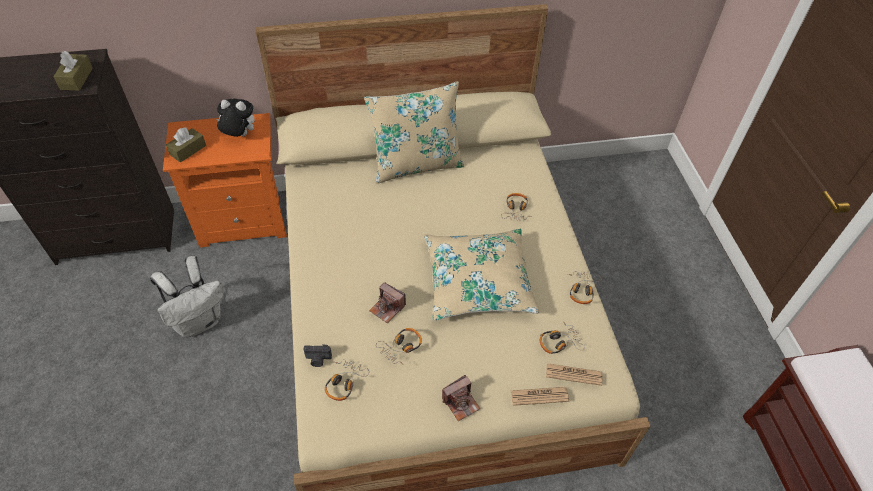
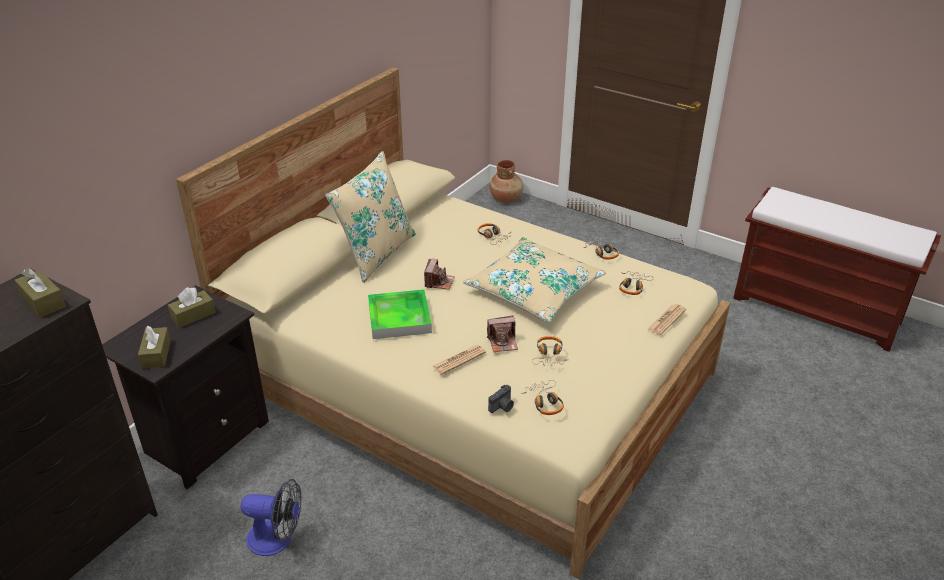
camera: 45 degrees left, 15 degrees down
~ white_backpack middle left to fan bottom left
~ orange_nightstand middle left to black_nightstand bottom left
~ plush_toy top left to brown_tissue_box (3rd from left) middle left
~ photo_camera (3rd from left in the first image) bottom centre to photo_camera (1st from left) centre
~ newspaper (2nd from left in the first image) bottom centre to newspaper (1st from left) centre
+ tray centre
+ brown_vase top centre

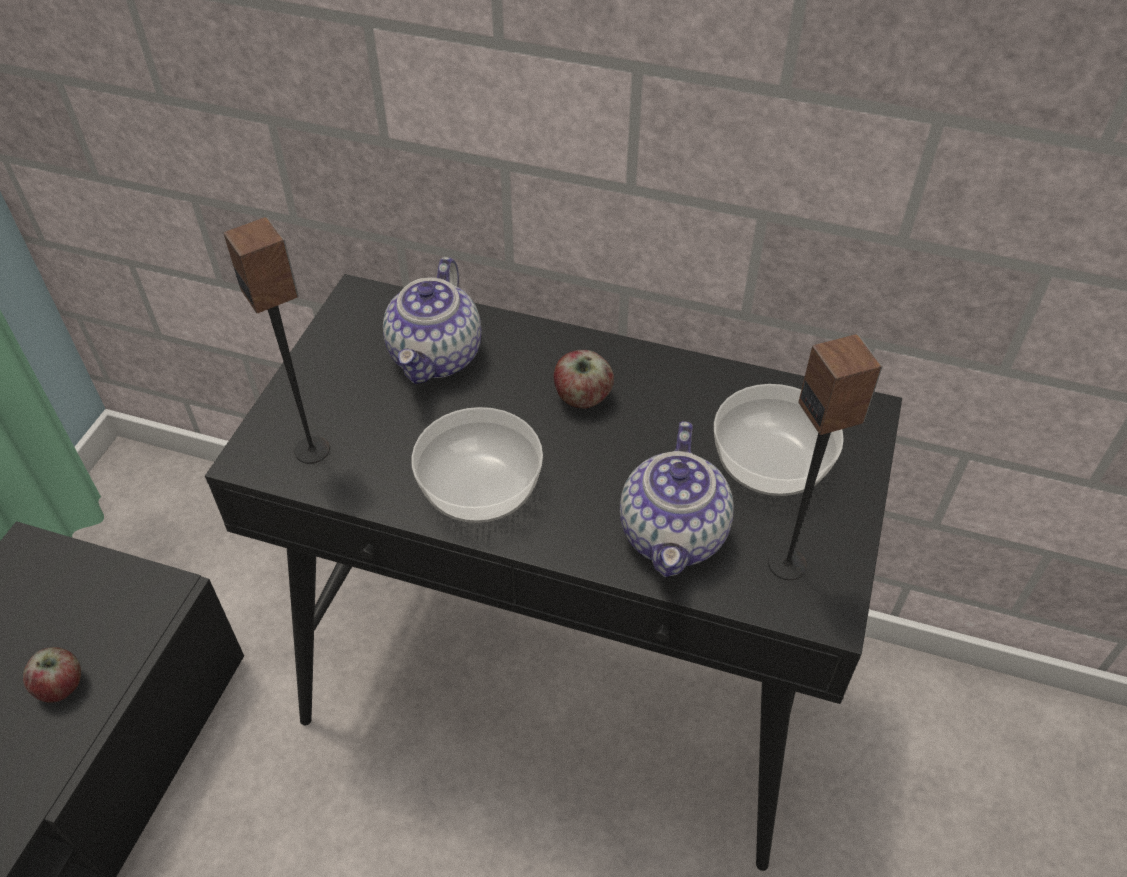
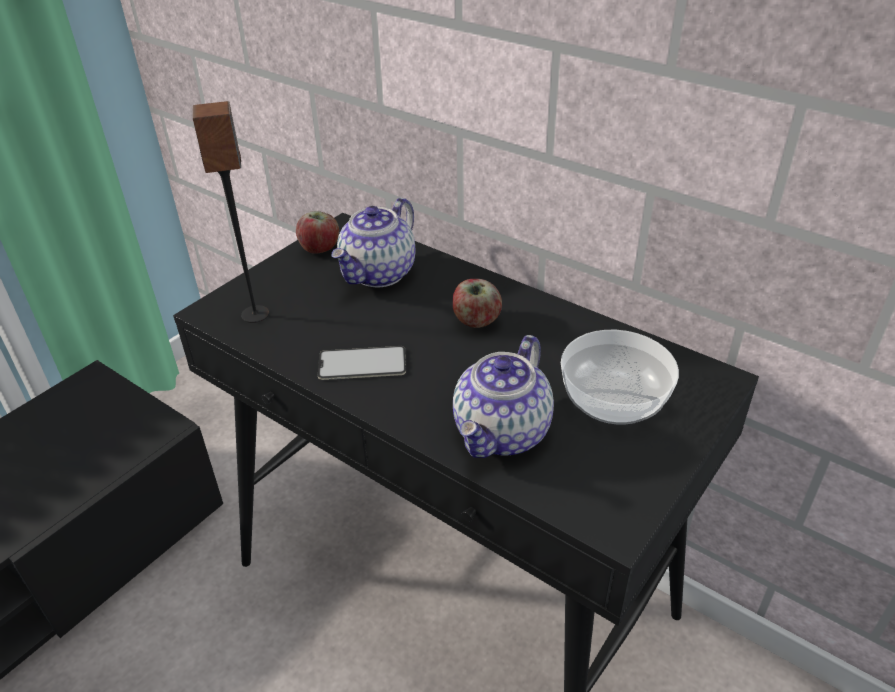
camera: 20 degrees right, 10 degrees down
~ apple (1st from left) bottom left to centre
~ bowl (1st from left) centre to phone centre
- speaker (2nd from left) middle right

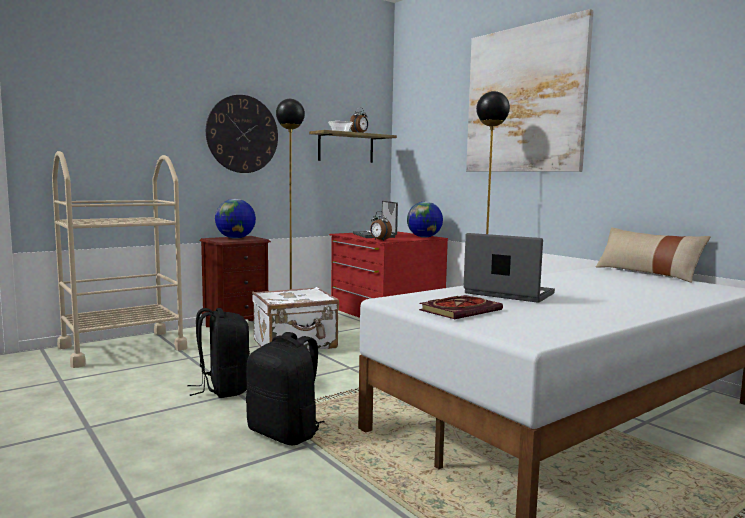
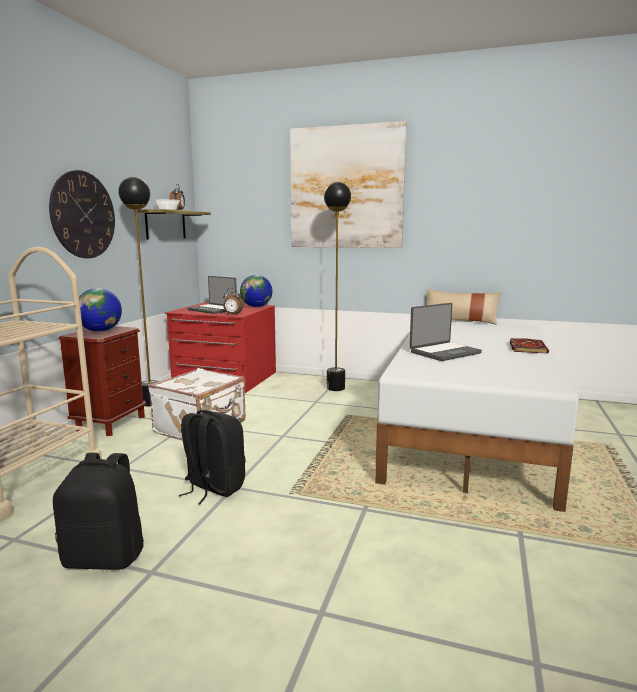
camera: 35 degrees left, 5 degrees up
~ black_backpack (2nd from left in the first image) bottom centre to black_backpack (1st from left) bottom left
~ book centre to middle right
~ laptop (2nd from left) middle right = middle right 150 degrees clockwise

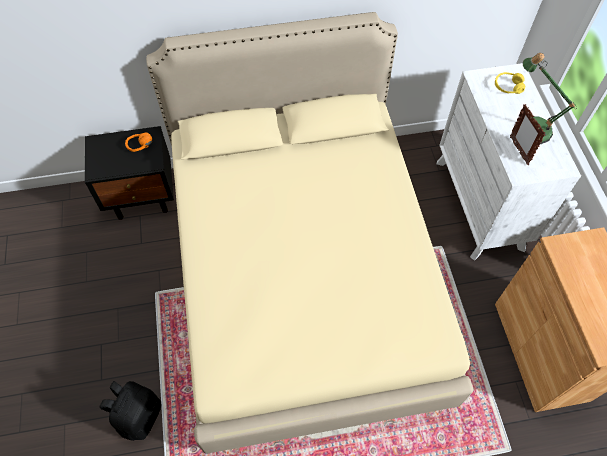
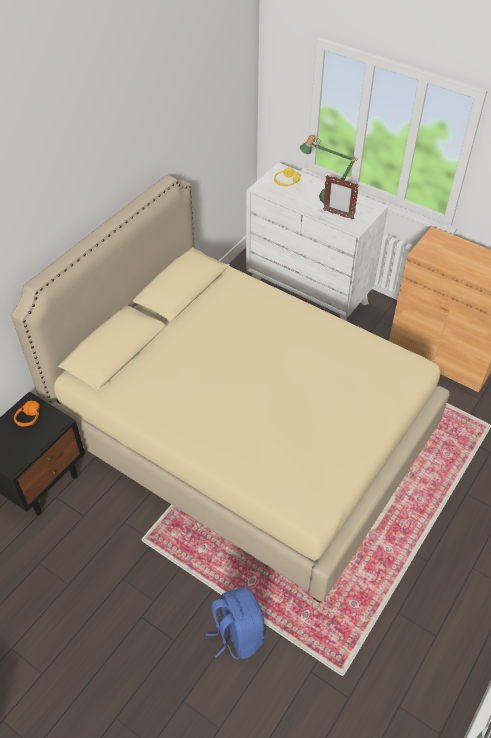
camera: 45 degrees left, 10 degrees down
~ black_backpack bottom left to blue_backpack bottom centre

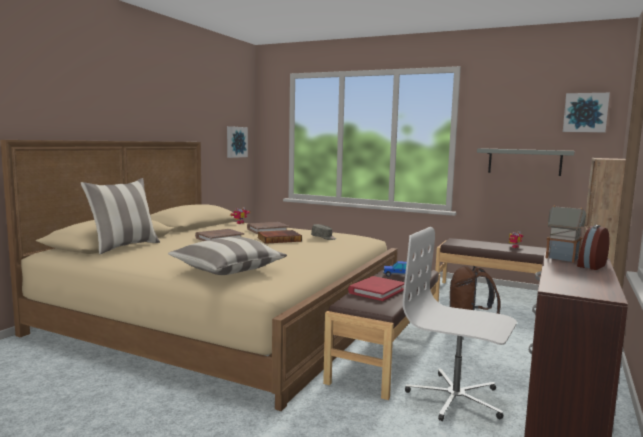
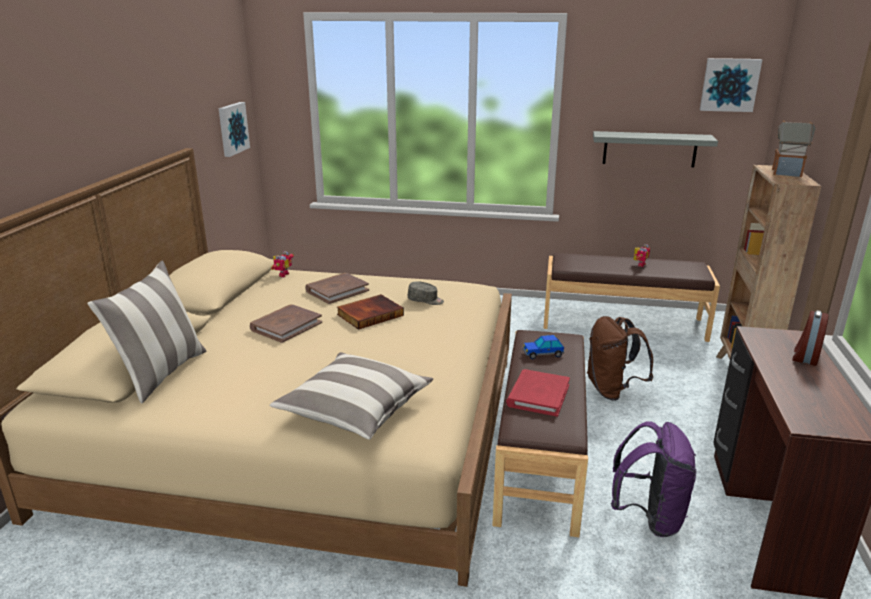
camera: 15 degrees left, 15 degrees up
~ white_office_chair bottom right to purple_backpack bottom right
~ toy_house middle right to top right

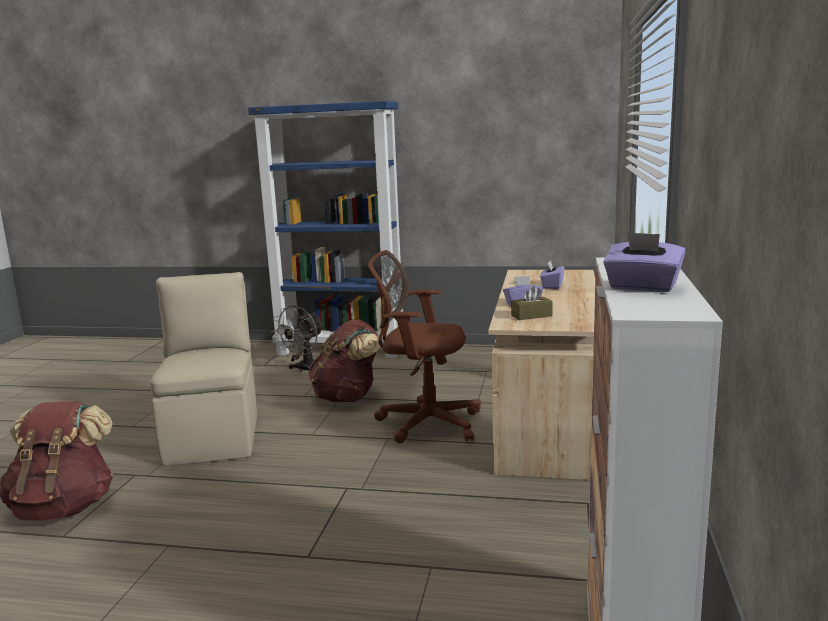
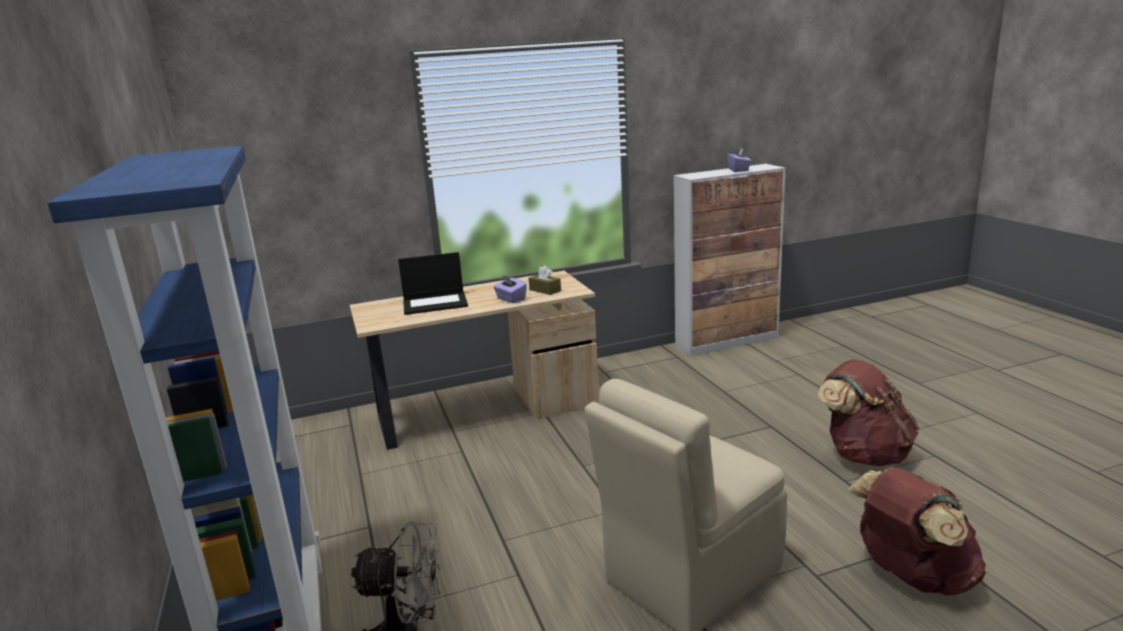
camera: 120 degrees left, 5 degrees up
~ brown_backpack (2nd from left in the first image) centre to brown_backpack (1st from left) middle right
- brown_office_chair centre
~ purple_tissue_box (2nd from left) middle right to laptop centre

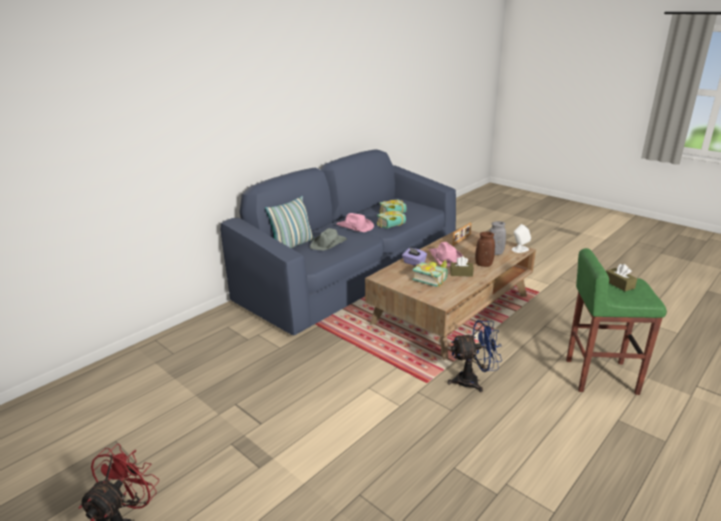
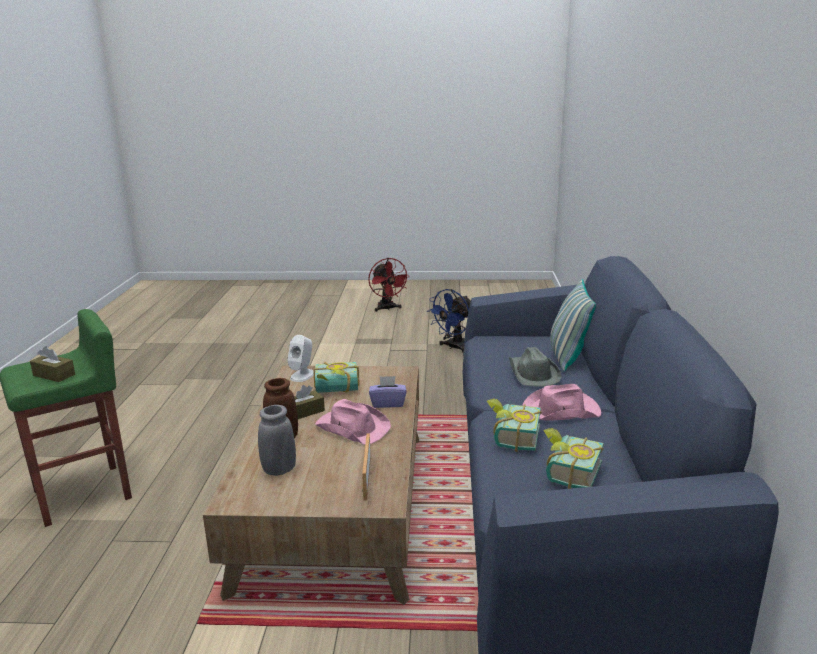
camera: 140 degrees right, 5 degrees down
~ blue_fan bottom centre to centre
~ white_speaker middle right to centre

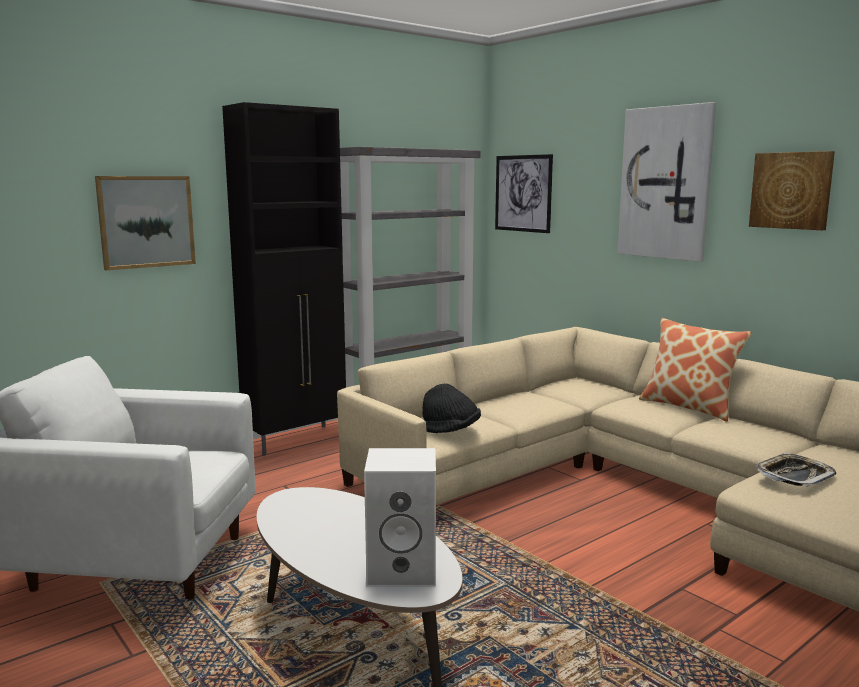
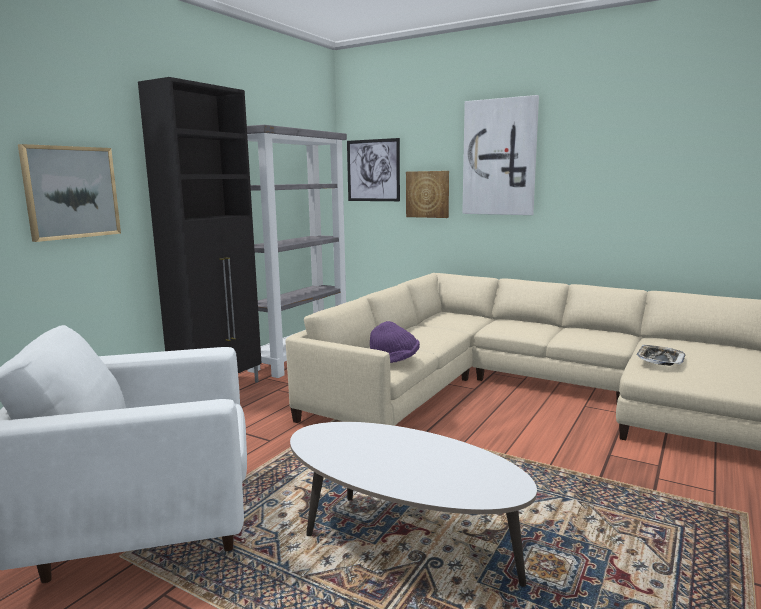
camera: 20 degrees left, 0 degrees up
- white_speaker bottom centre
~ black_hat centre to purple_hat centre
- pillow middle right
~ picture (4th from left in the first image) top right to picture (3rd from left) top centre

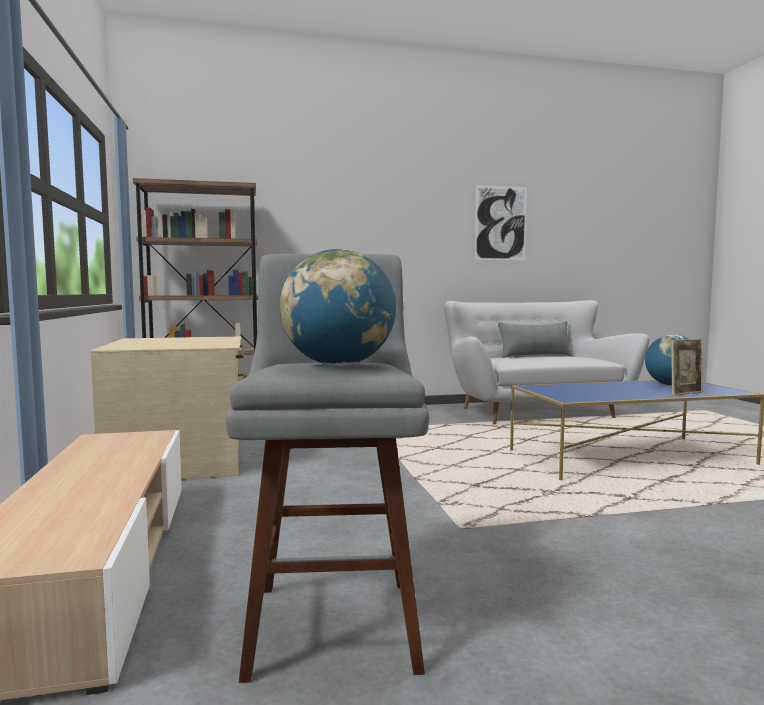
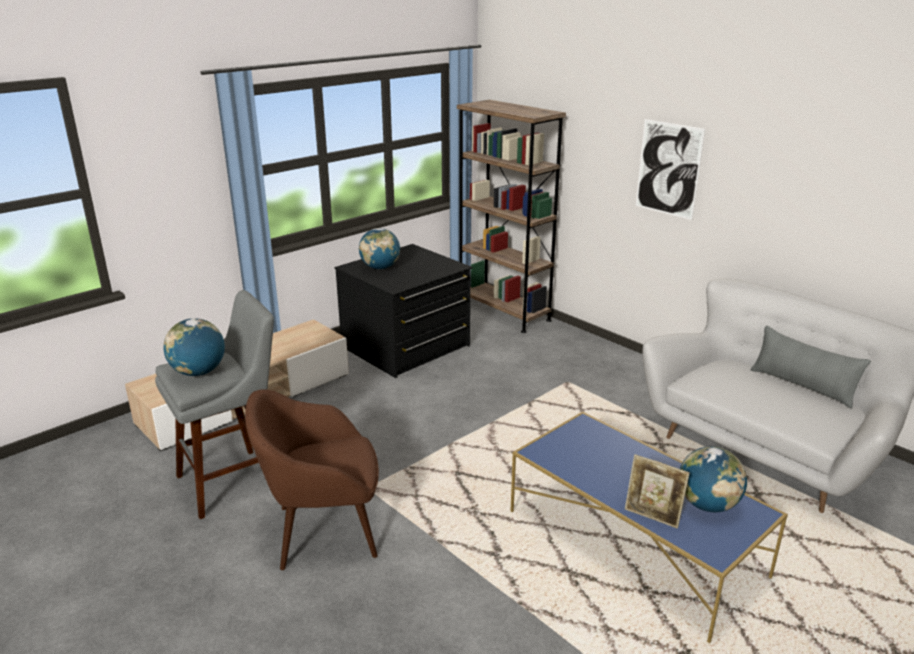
camera: 60 degrees right, 20 degrees up
~ beige_dresser middle left to black_dresser centre
~ picture top centre to top right
+ brown_armchair bottom centre
+ globe (2nd from left) centre

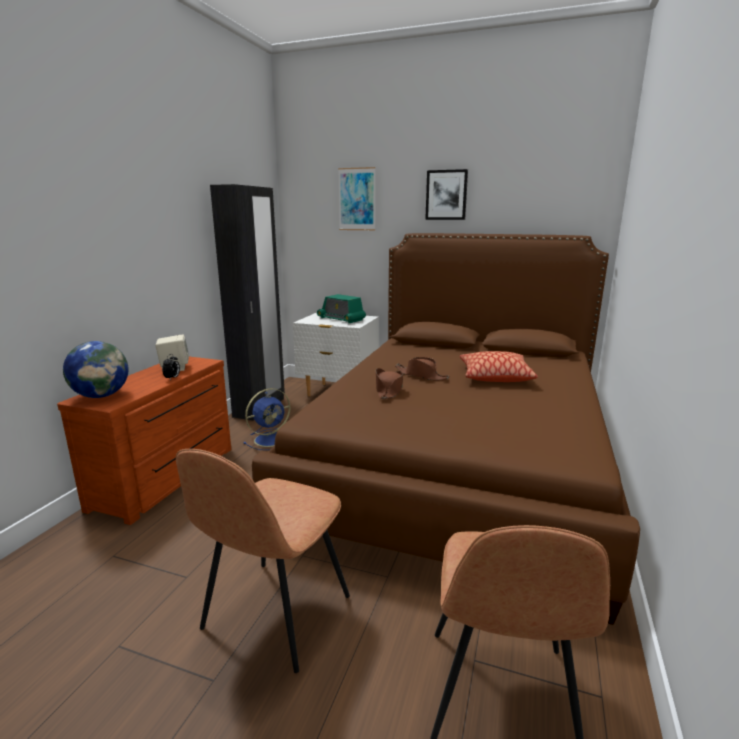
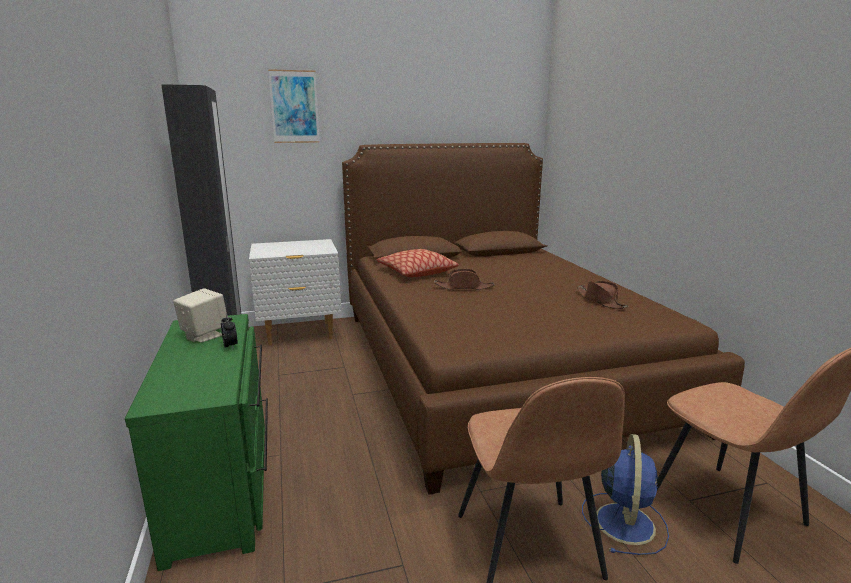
camera: 35 degrees left, 0 degrees up
~ brown_dresser middle left to green_dresser bottom left
- globe middle left
~ blue_fan centre to bottom right
- radio centre
~ brown_hat (1st from left in the first image) centre to brown_hat (2nd from left) middle right
- picture (2nd from left) top centre
~ pillow middle right to centre

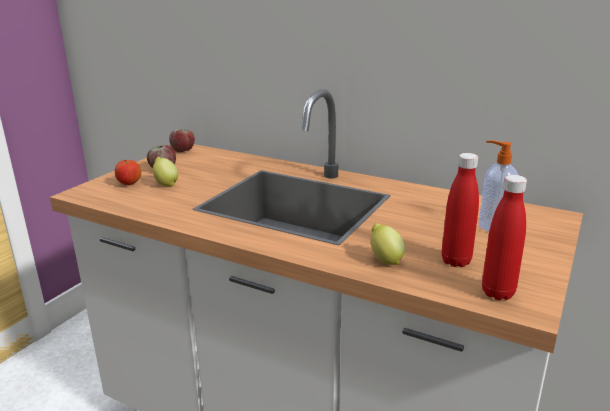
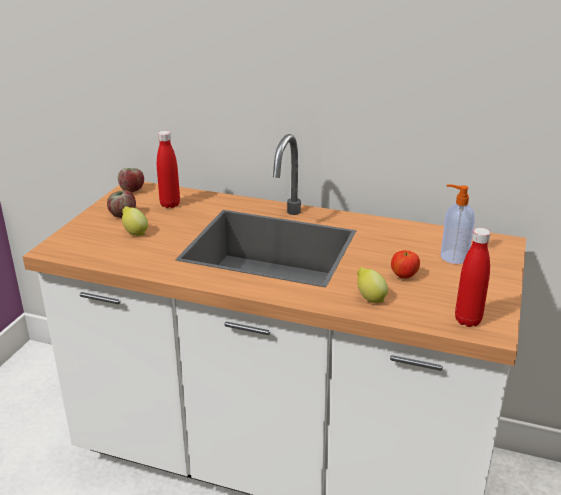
camera: 10 degrees left, 5 degrees up
~ apple (1st from left in the first image) middle left to apple (3rd from left) middle right
~ red_bottle (1st from left) middle right to middle left

